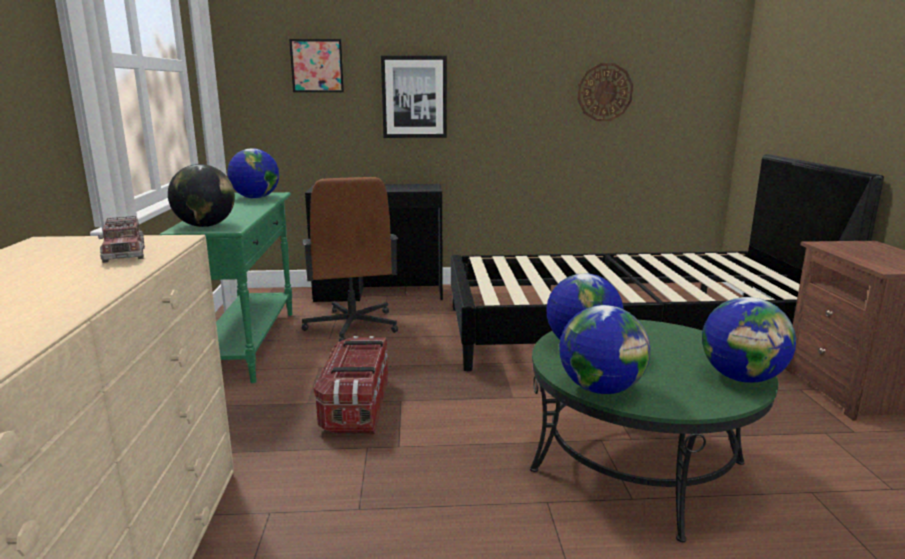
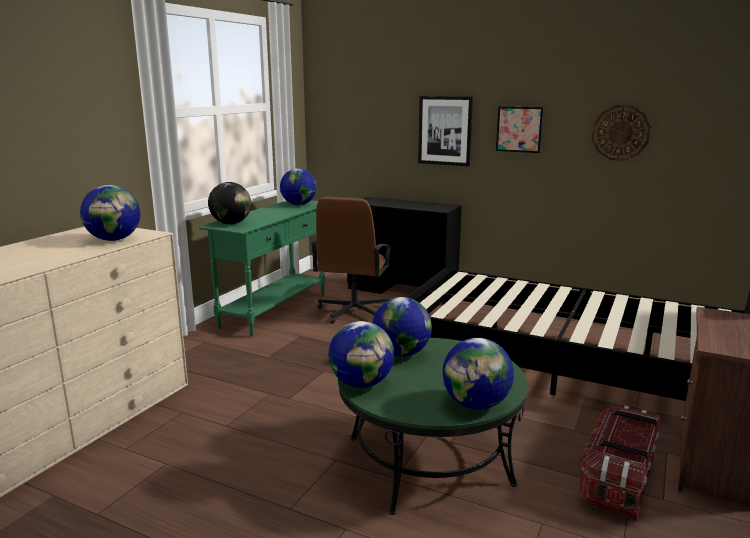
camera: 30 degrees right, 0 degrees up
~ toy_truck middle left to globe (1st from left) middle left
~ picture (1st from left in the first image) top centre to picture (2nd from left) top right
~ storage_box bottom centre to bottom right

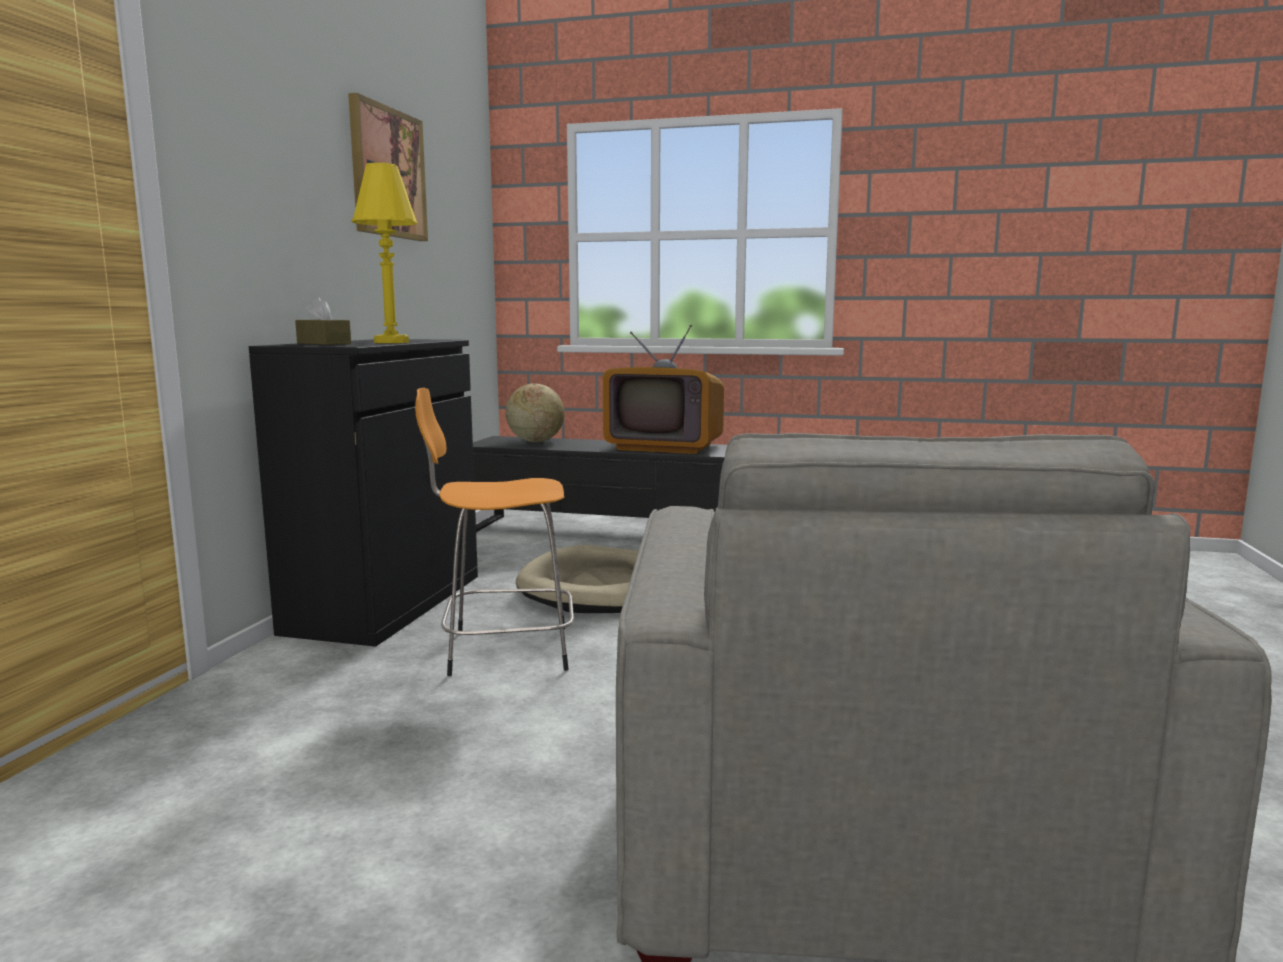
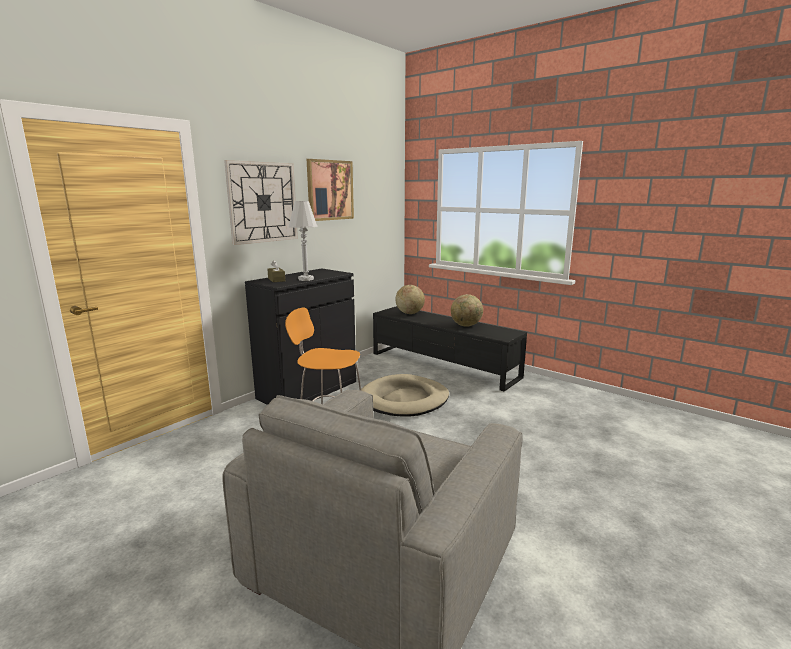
camera: 25 degrees right, 5 degrees up
~ yellow_table_lamp top left to white_table_lamp centre
~ television centre to globe (2nd from left) centre
+ wall_clock top left

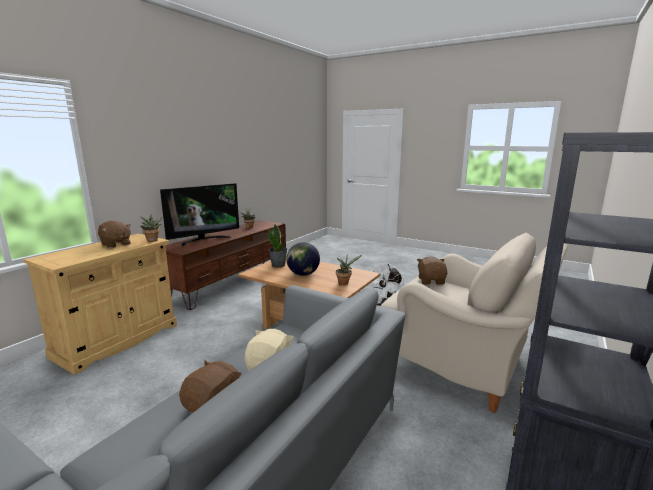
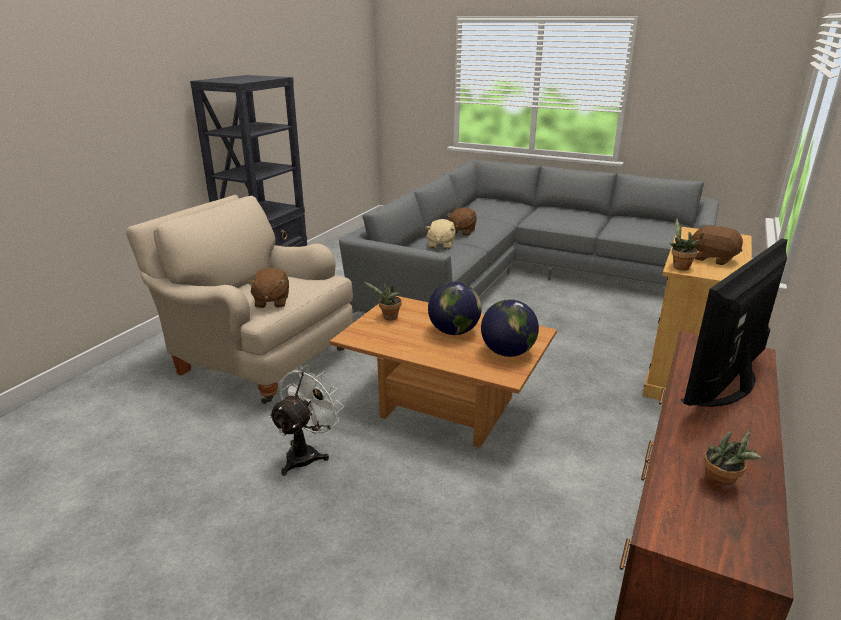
camera: 175 degrees right, 10 degrees up
~ potted_plant (3rd from left) centre to globe (2nd from left) centre

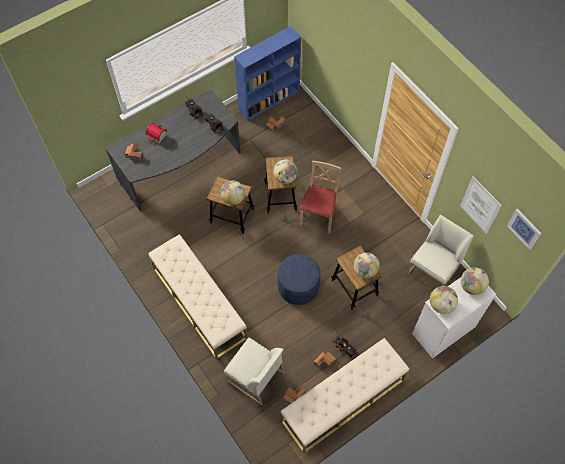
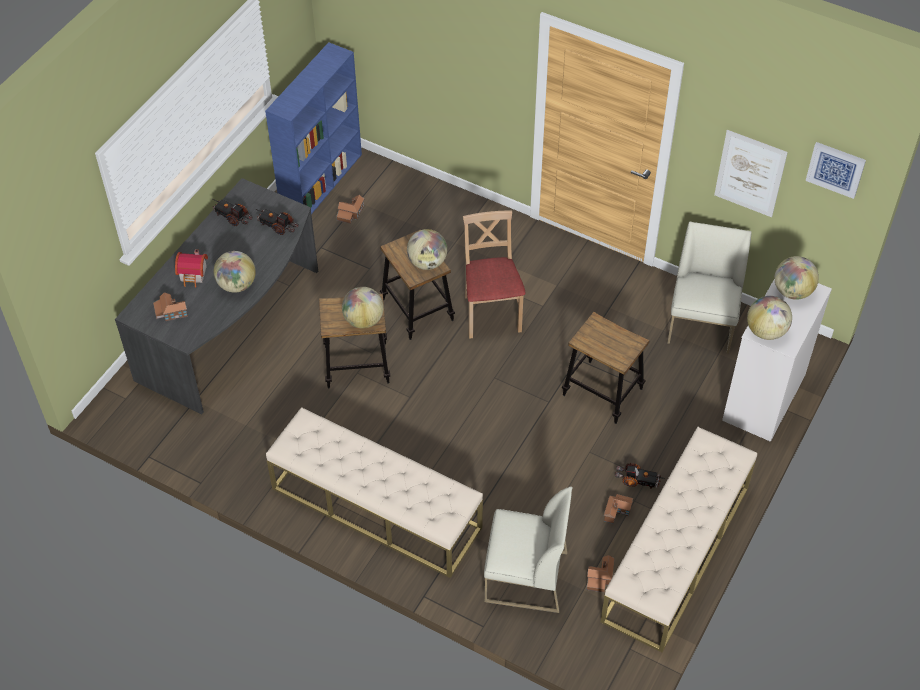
camera: 25 degrees left, 10 degrees down
- blue_ottoman centre
~ globe (3rd from left in the first image) centre to globe (1st from left) middle left

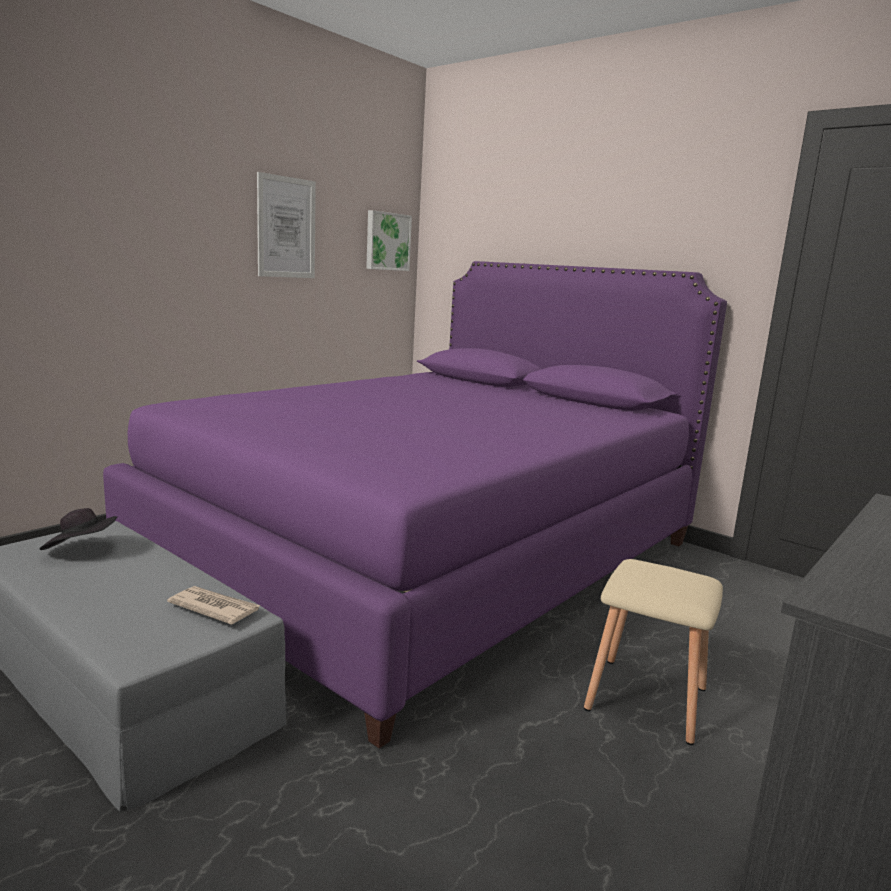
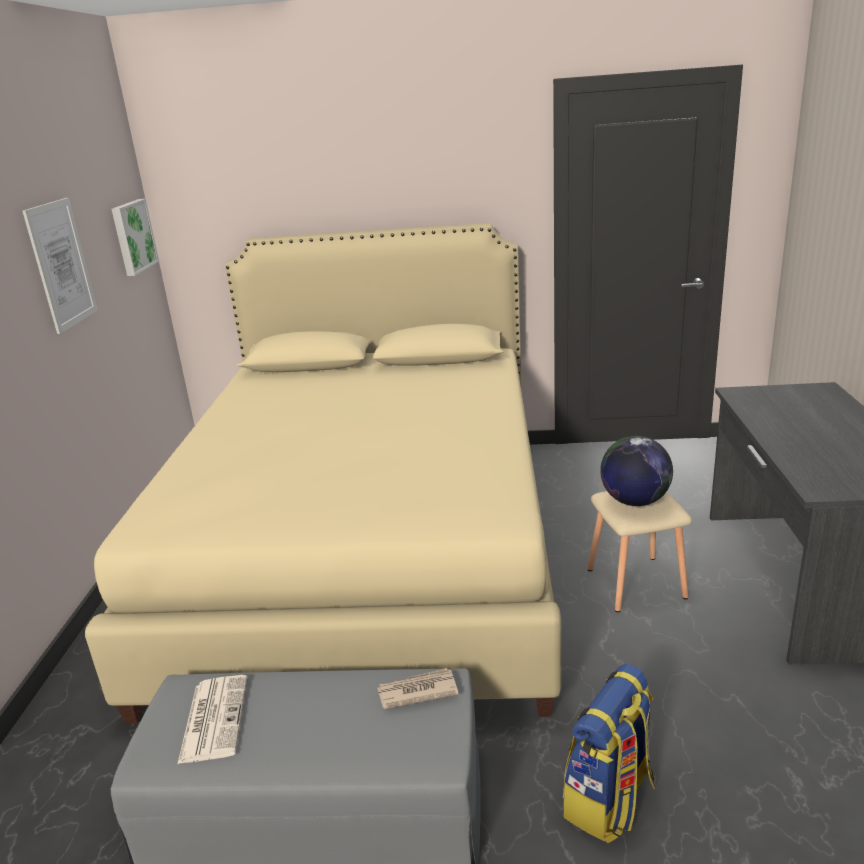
camera: 35 degrees left, 10 degrees up
~ black_hat middle left to newspaper (1st from left) bottom left
~ purple_bed centre to beige_bed centre
+ backpack bottom right
+ globe middle right

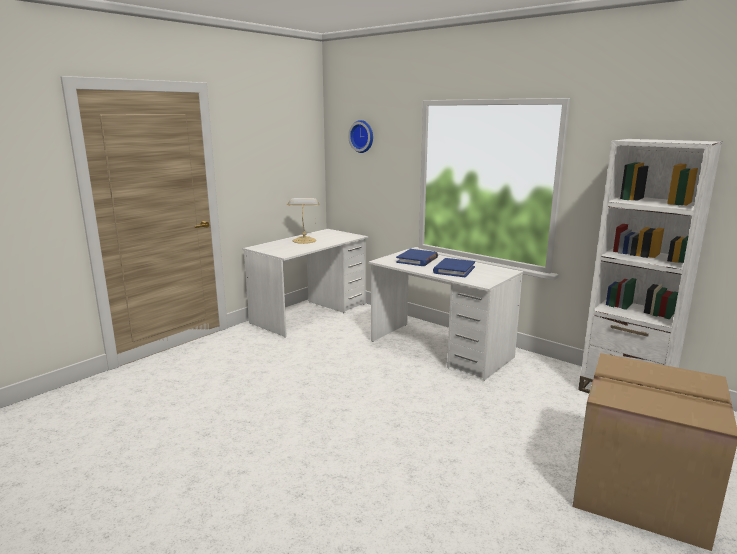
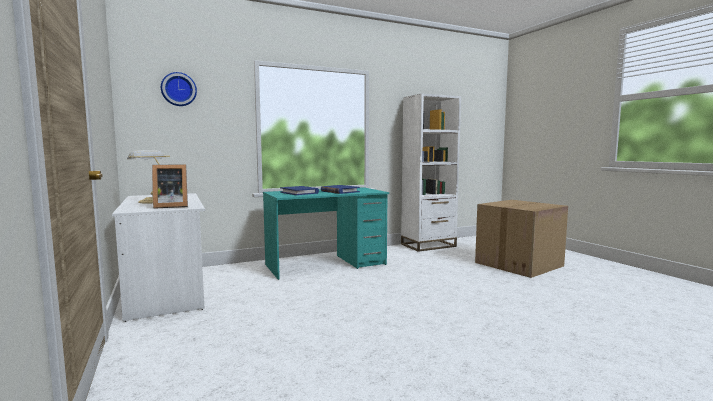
camera: 65 degrees left, 10 degrees down
~ white_desk (2nd from left) centre to turquoise_desk centre
+ picture_frame middle left

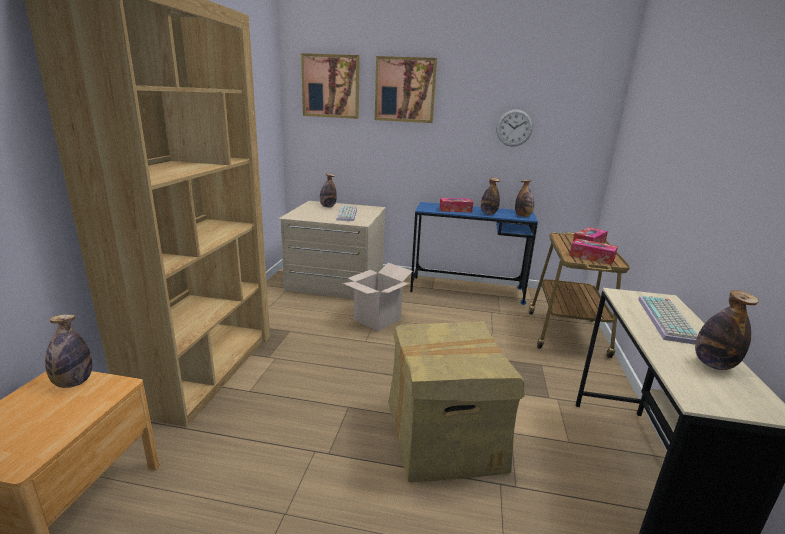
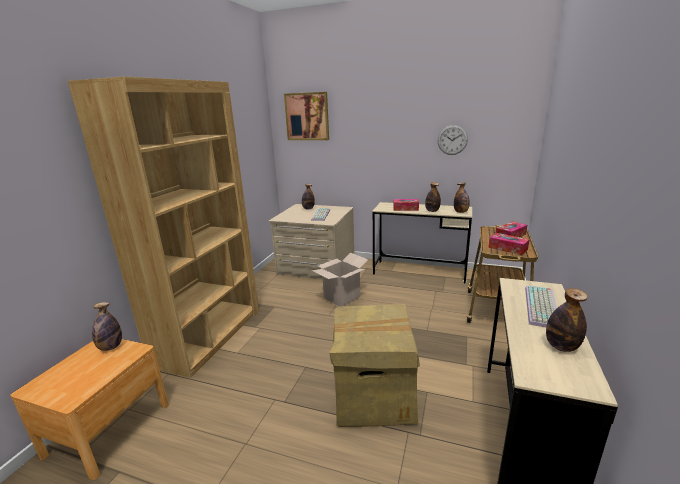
camera: 10 degrees right, 0 degrees up
- picture (2nd from left) top centre
~ blue_desk centre to beige_desk (1st from left) centre

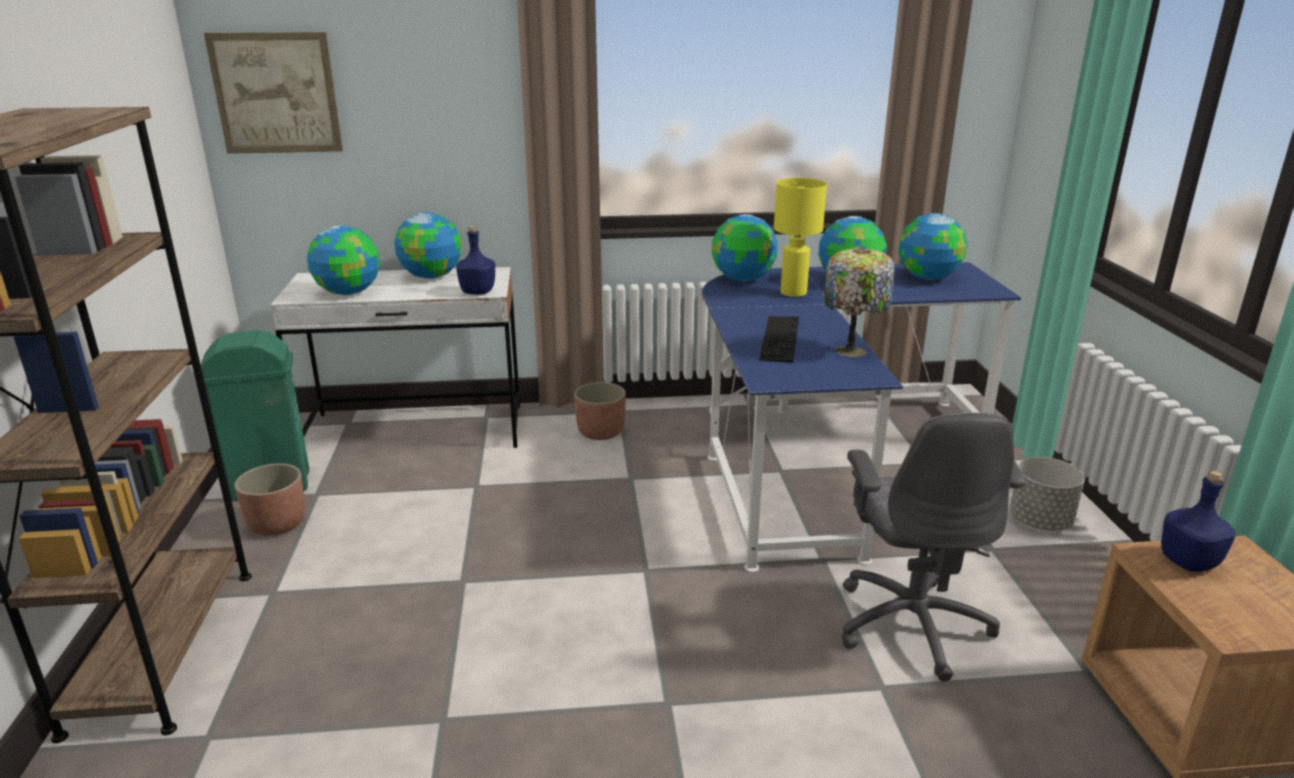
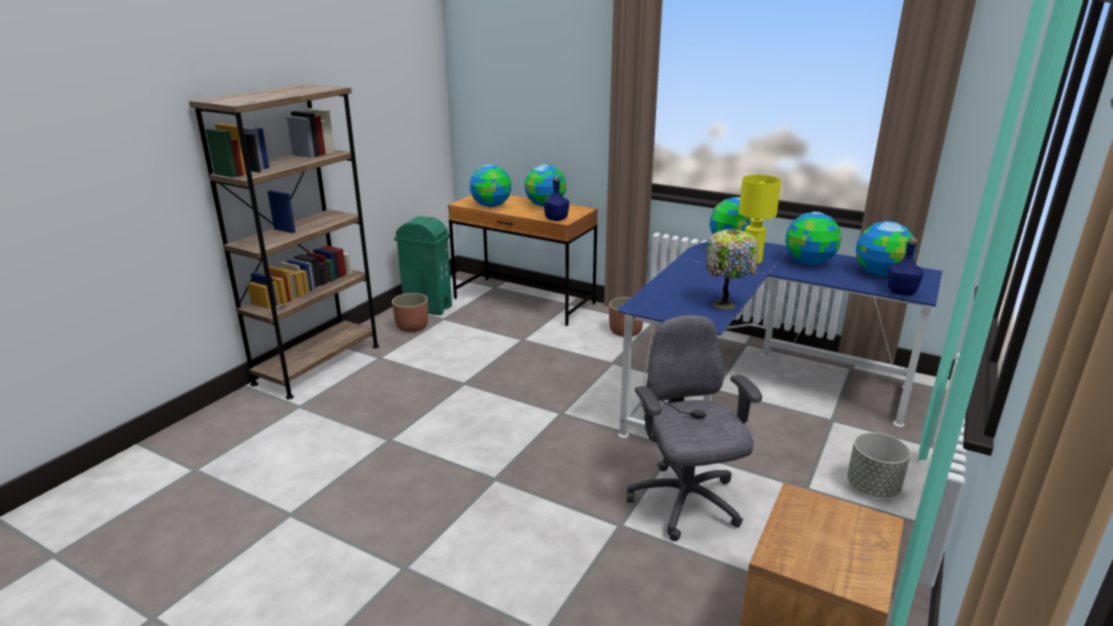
camera: 35 degrees right, 0 degrees up
- picture top left
~ white_desk middle left to brown_desk centre
- keyboard centre
~ grey_office_chair bottom right = bottom centre 135 degrees clockwise
~ blue_bottle (2nd from left) bottom right to middle right

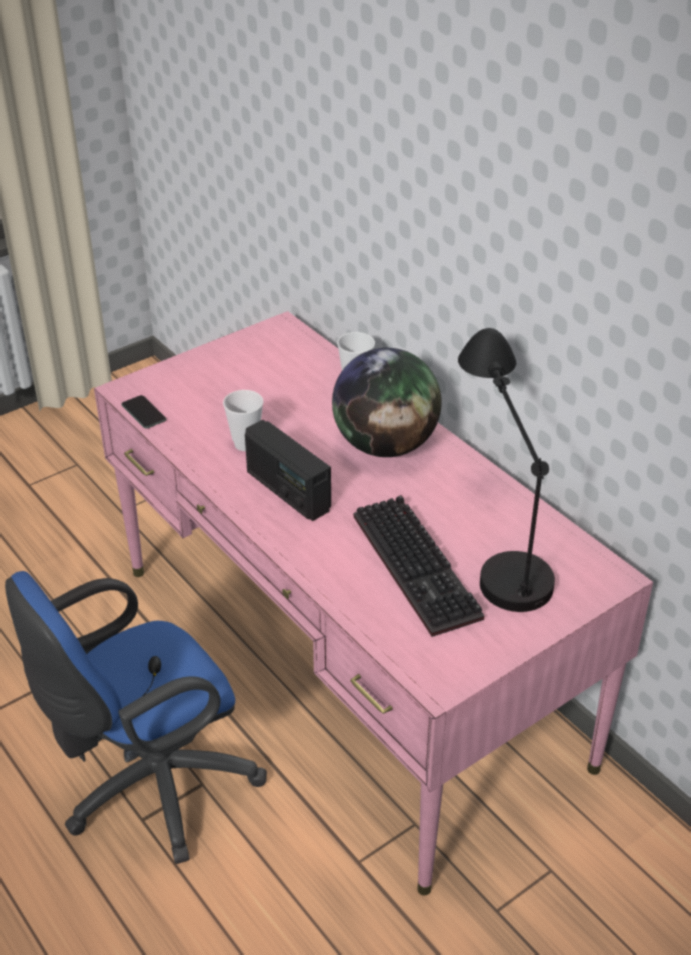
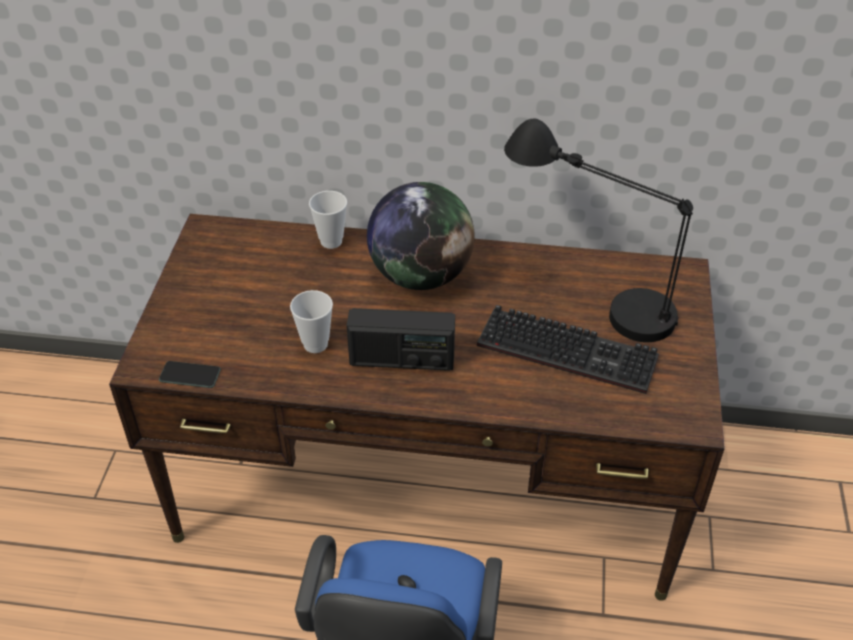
camera: 45 degrees left, 5 degrees up
~ pink_desk centre to brown_desk centre

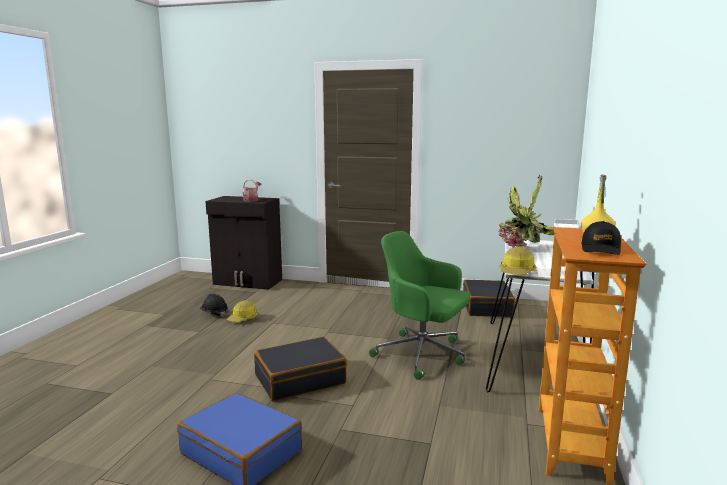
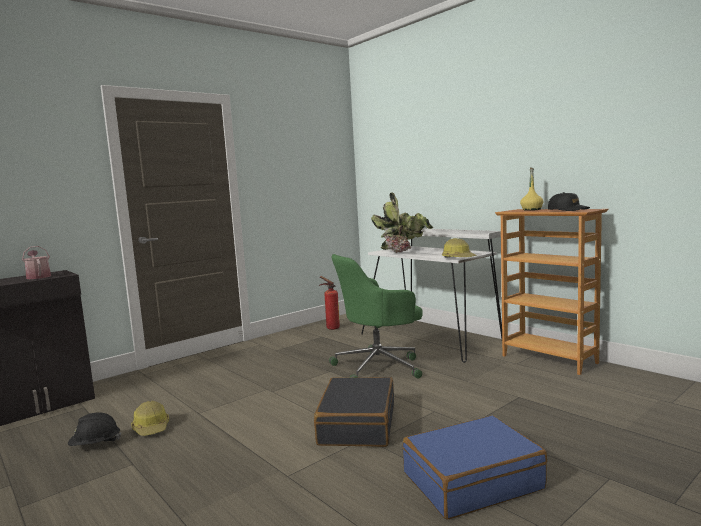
camera: 55 degrees left, 5 degrees down
~ black_suitcase (2nd from left) middle right to fire_extinguisher centre

